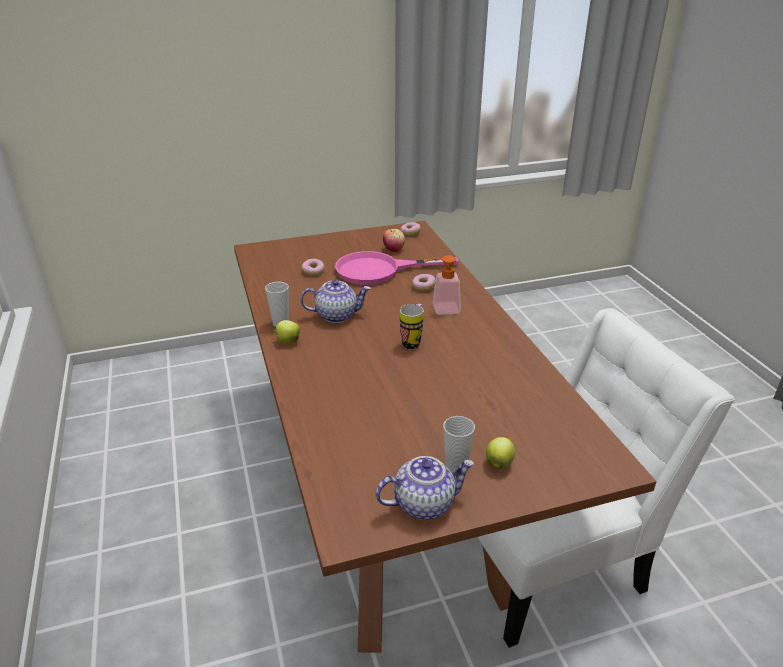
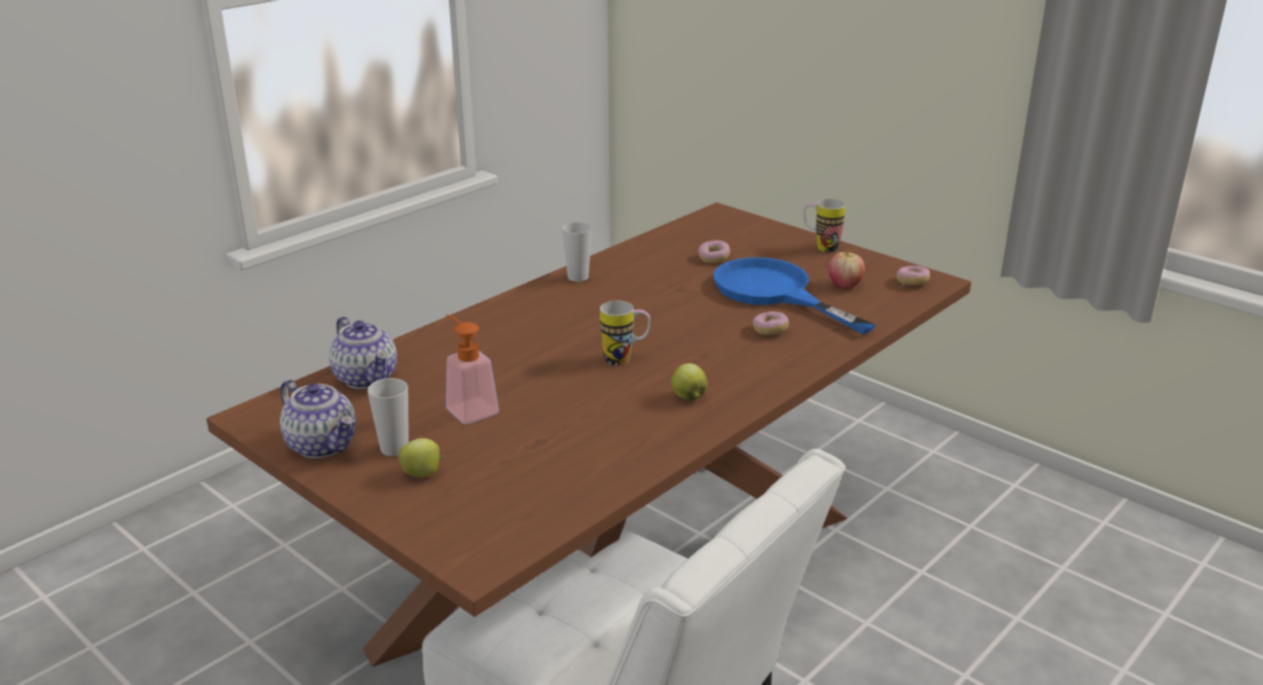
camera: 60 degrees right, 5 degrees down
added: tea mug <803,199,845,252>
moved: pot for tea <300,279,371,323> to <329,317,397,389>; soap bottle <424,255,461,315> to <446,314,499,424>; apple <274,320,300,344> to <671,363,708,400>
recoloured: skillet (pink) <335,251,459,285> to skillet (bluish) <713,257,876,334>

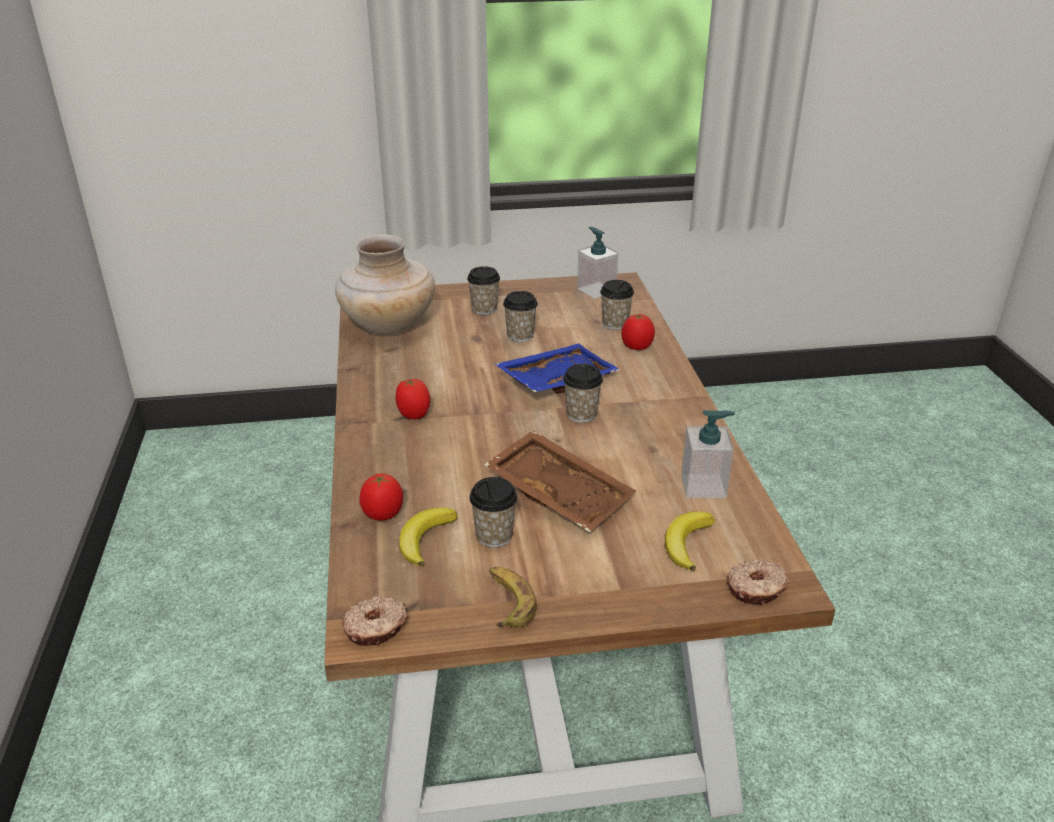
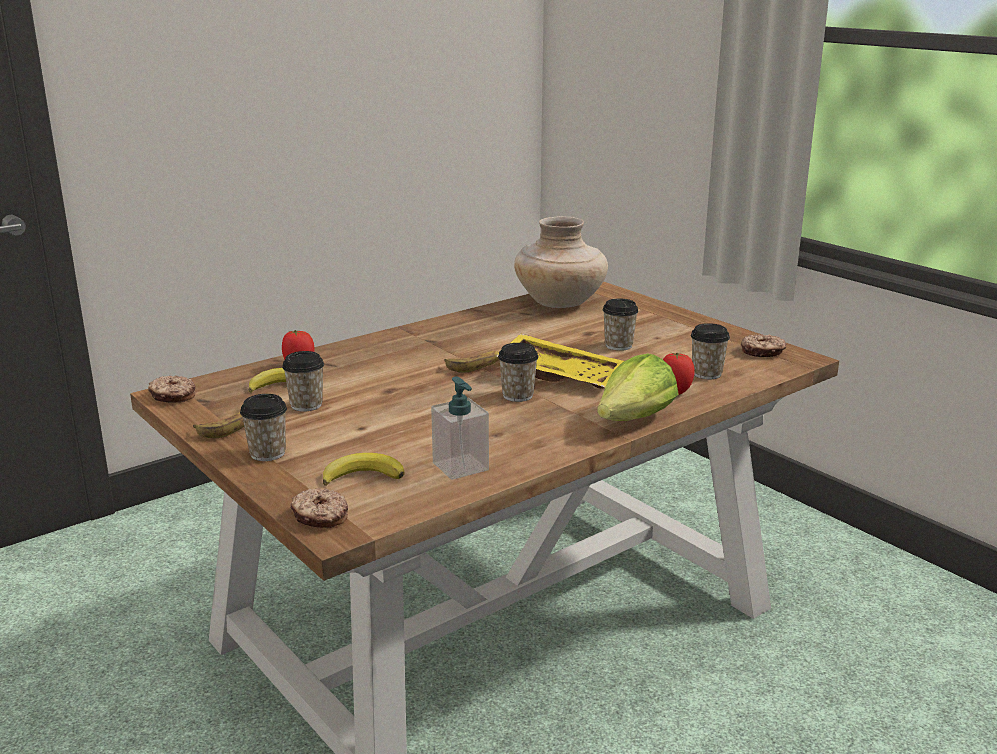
camera: 60 degrees right, 10 degrees down
removed: whole tomato <396,378,430,419>; carrying tray (brownish) <484,430,636,532>
added: whole banana <444,351,499,373>; head of lettuce <597,354,679,421>
moved: drinking cup <467,266,500,315> to <240,394,287,461>
replaced: soap bottle <577,227,618,298> to donut <741,334,786,357>
recoloured: carrying tray (bluish) <495,344,620,394> to carrying tray (yellow-coloured) <496,334,624,389>

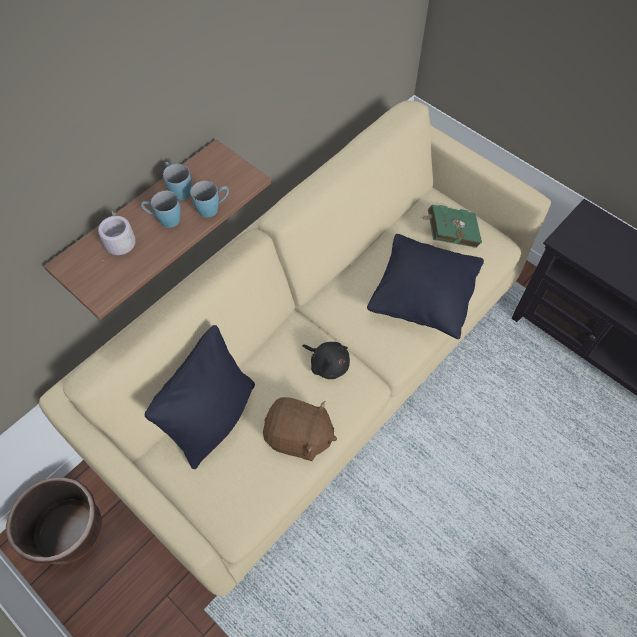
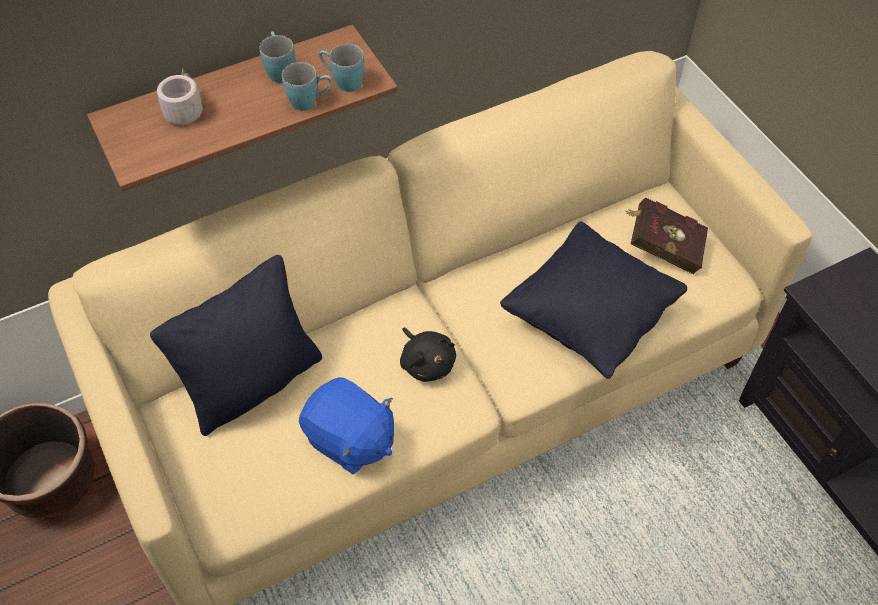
camera: 20 degrees right, 5 degrees down
moved: tea mug (bluish) <141,191,180,228> to <319,44,365,92>
recoloured: plush toy (brownish) <263,397,337,461> to plush toy (bluish) <299,377,394,474>; volume (green-coloured) <421,205,482,248> to volume (red) <625,198,708,274>

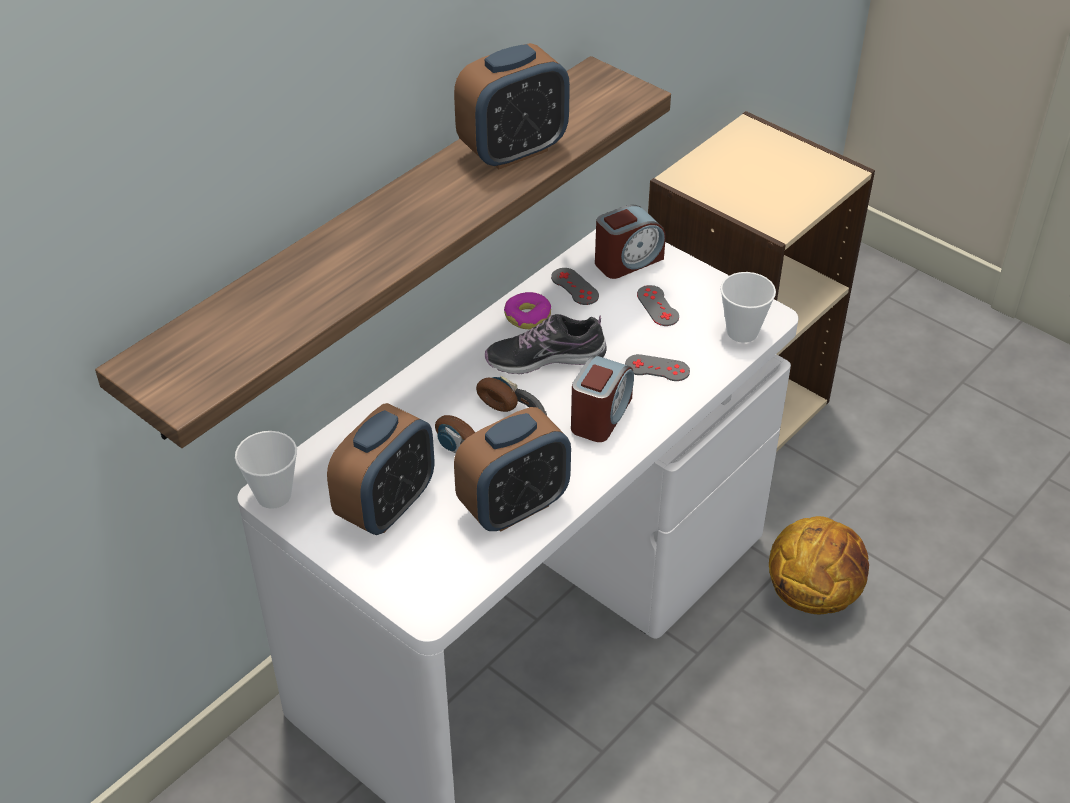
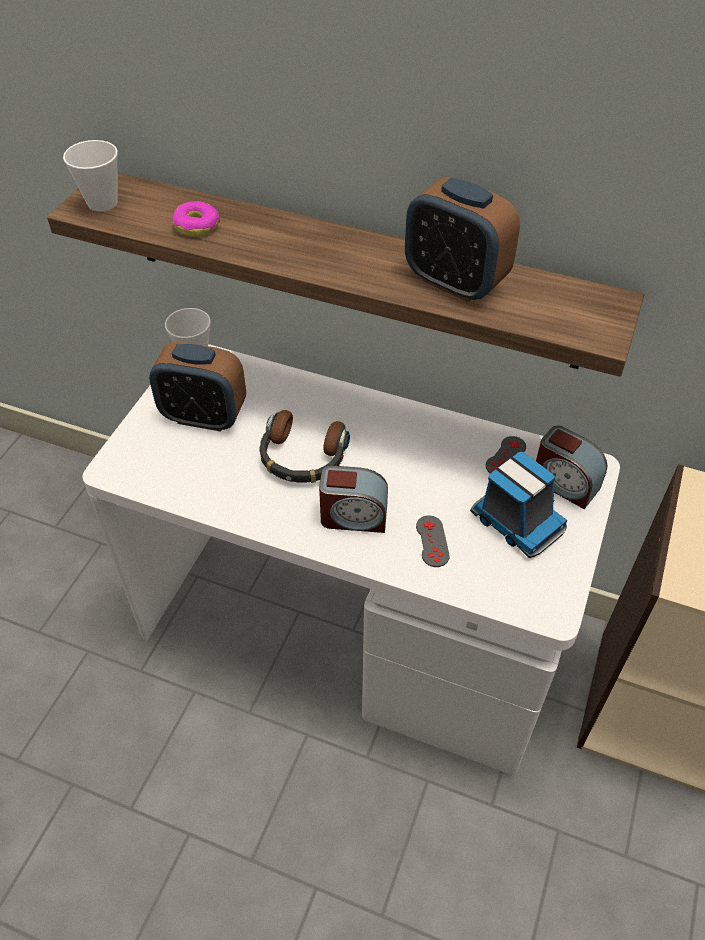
camera: 70 degrees right, 5 degrees up
removed: table clock <454,407,571,532>; low shoe <485,314,607,374>; basketball ball <769,516,869,614>
moved: drinking cup <720,272,776,343> to <63,140,118,212>; donut <504,292,551,329> to <172,201,220,237>
replaced: joypad (grey) <637,285,679,326> to model truck <470,452,567,558>

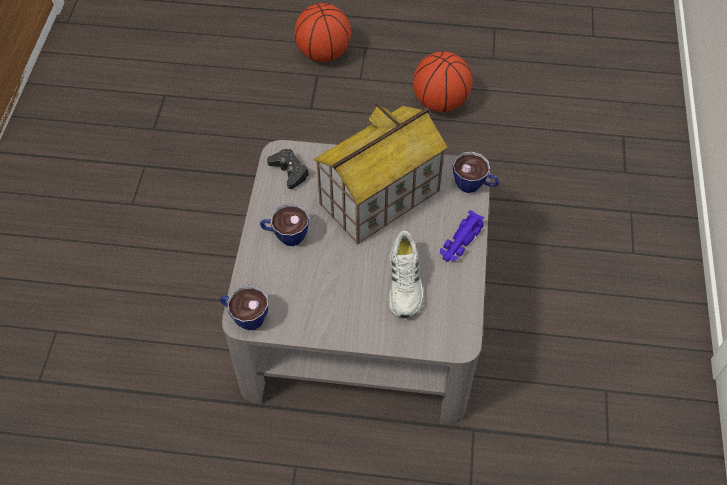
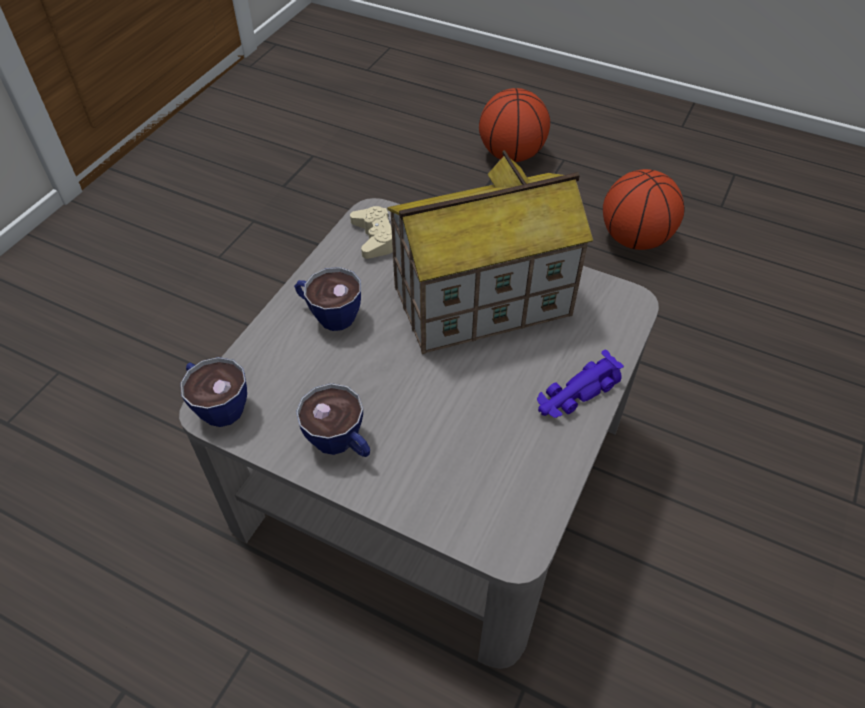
camera: 20 degrees right, 5 degrees down
removed: low shoe (whitish) <389,231,424,318>
moved: drinking cup <453,152,499,193> to <296,383,370,457>
recoloured: joypad (blackish) <267,149,309,189> to joypad (beige-coloured) <350,206,393,259>

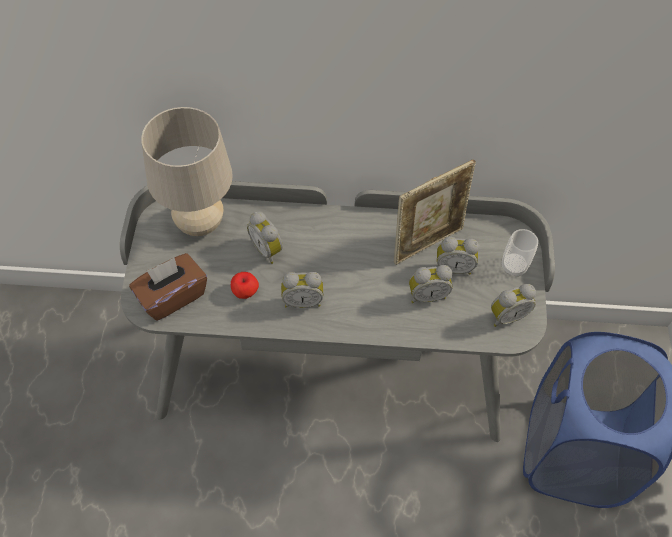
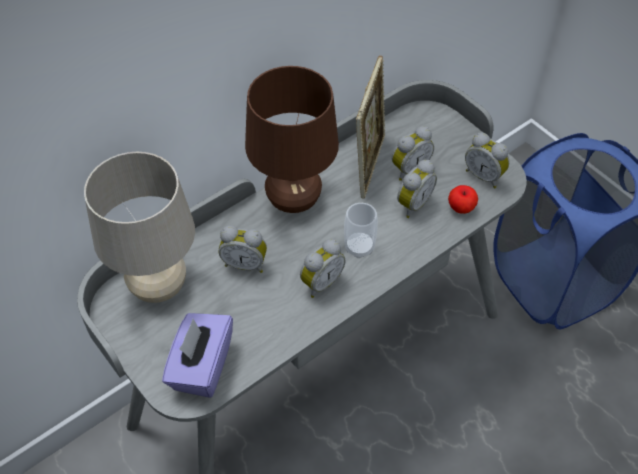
camera: 40 degrees left, 5 degrees down
added: table lamp (brownish) <245,66,339,213>
moved: drinking cup <502,229,538,277> to <344,203,378,258>; apple <231,272,259,299> to <448,185,478,214>
recoloured: tissue box (brownish) <129,253,207,321> to tissue box (purple-coloured) <162,313,233,398>
turned: table clock <491,284,536,327> = <465,133,509,188> 105 degrees clockwise

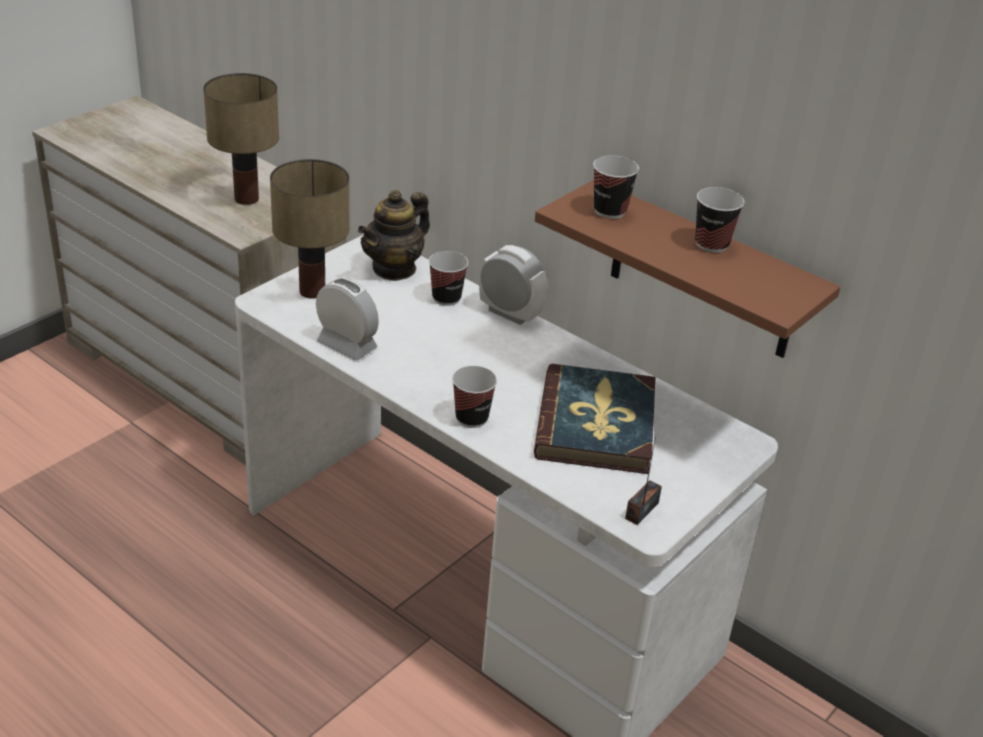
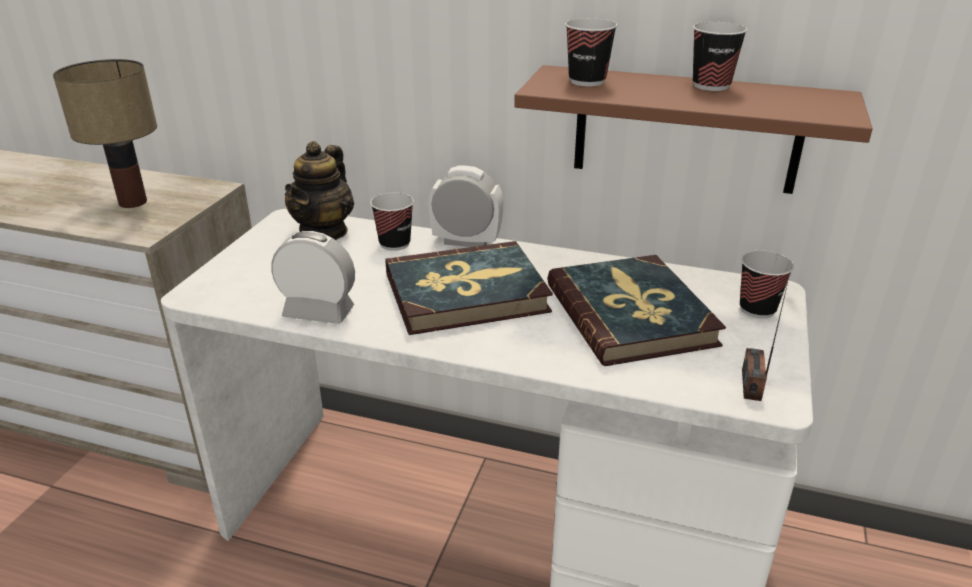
camera: 20 degrees left, 5 degrees down
removed: table lamp <270,159,349,299>
added: volume <385,241,553,335>
moved: drinking cup <452,366,497,428> to <740,251,794,319>

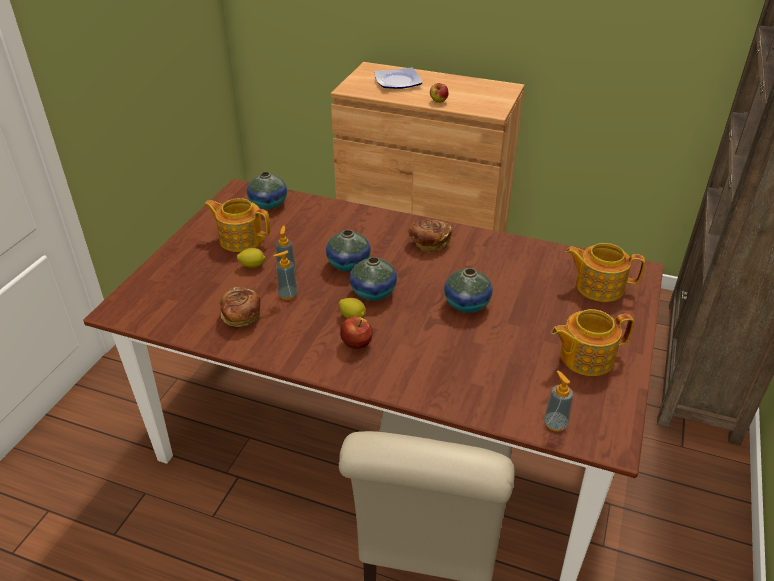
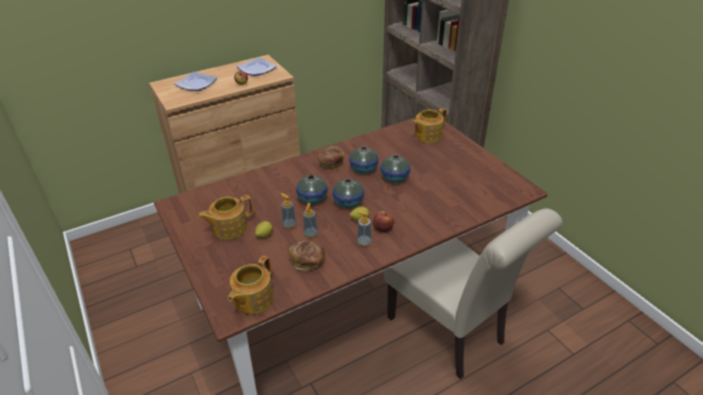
camera: 50 degrees left, 0 degrees up
added: flat dish <237,57,277,76>
moved: pot for tea <551,309,634,376> to <228,256,274,314>; flower vase <247,172,287,209> to <349,146,379,174>; soap bottle <544,371,573,432> to <357,211,372,246>

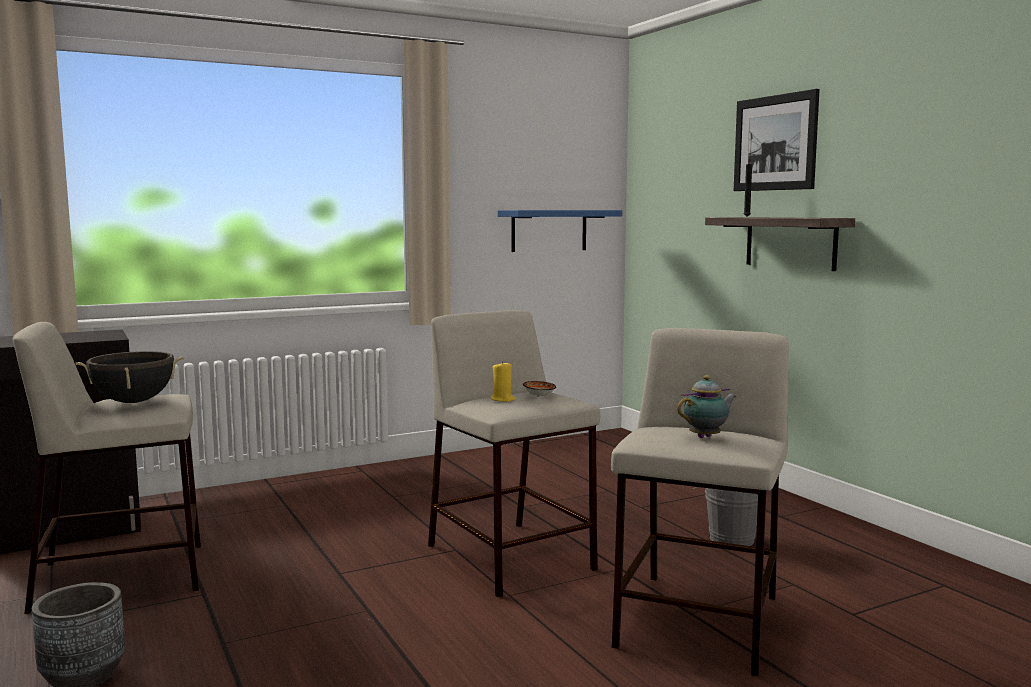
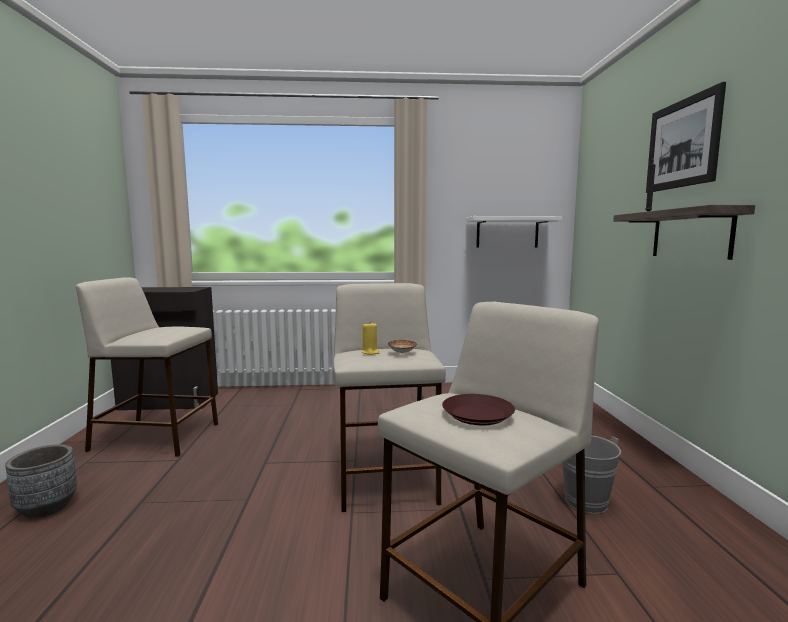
camera: 25 degrees right, 0 degrees up
removed: cooking pot (blackish) <75,351,184,403>
replaced: pot for tea <677,375,737,438> to flat dish (brownish) <442,394,515,425>
recoloured: shelf (bluish) <498,210,622,252> to shelf (whitish) <466,216,563,248>

